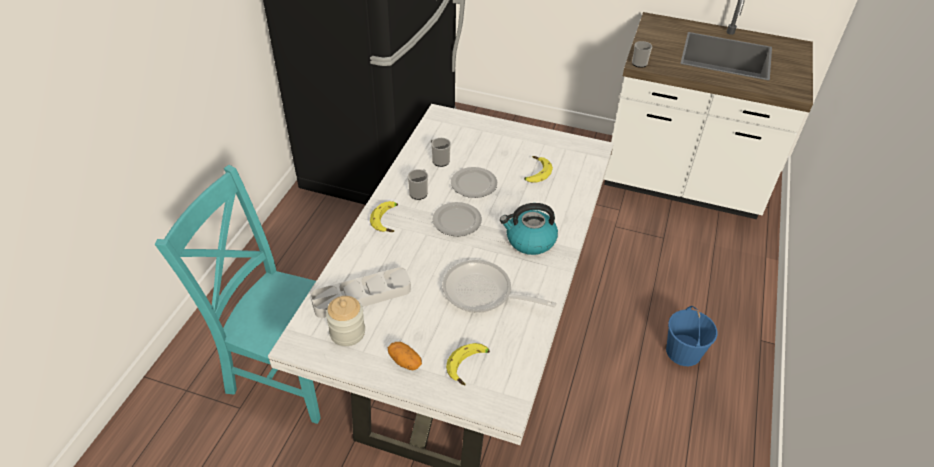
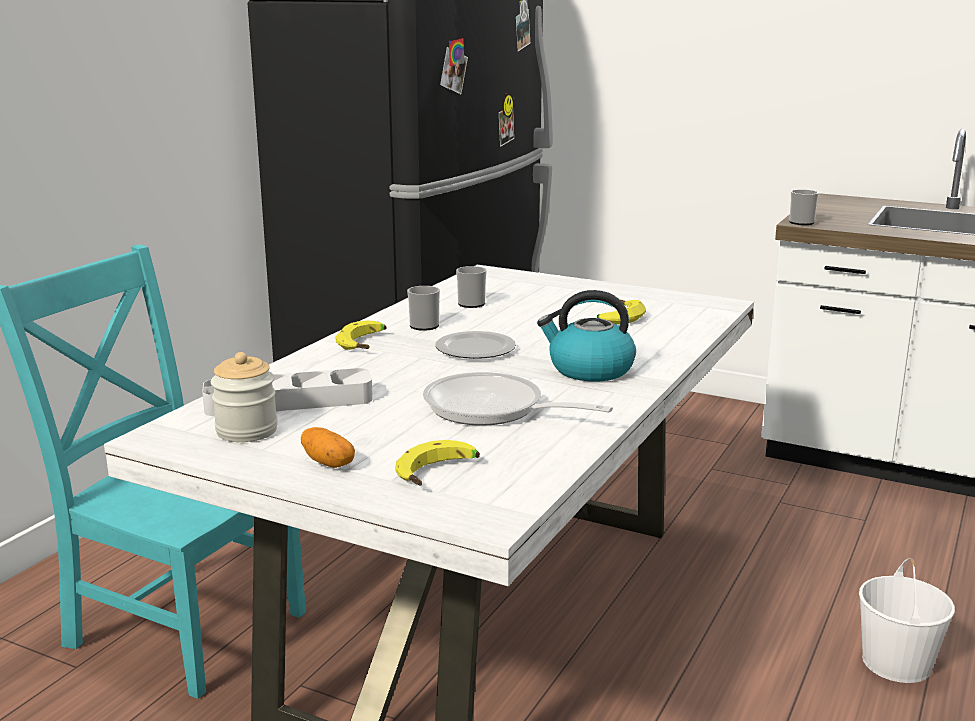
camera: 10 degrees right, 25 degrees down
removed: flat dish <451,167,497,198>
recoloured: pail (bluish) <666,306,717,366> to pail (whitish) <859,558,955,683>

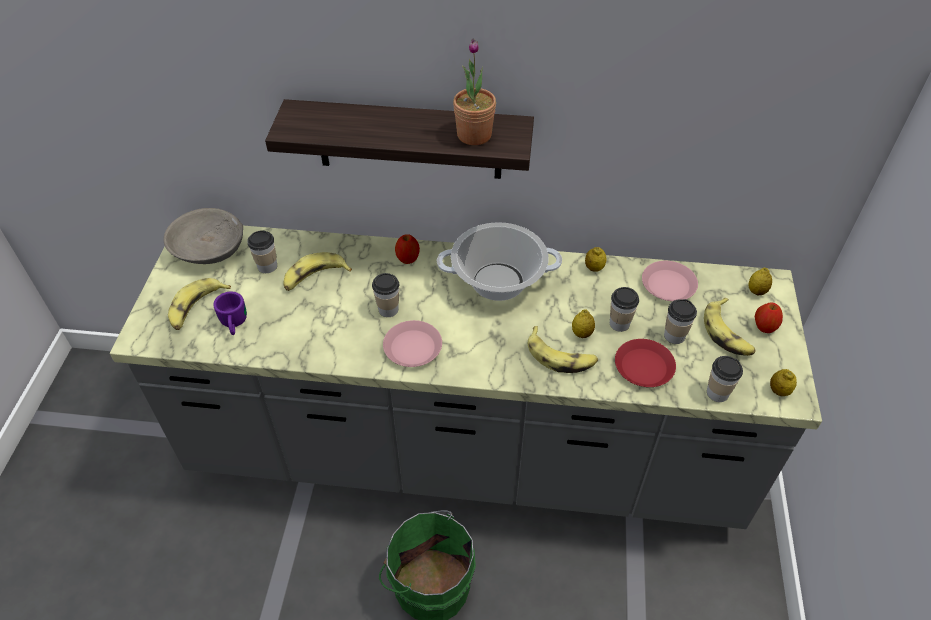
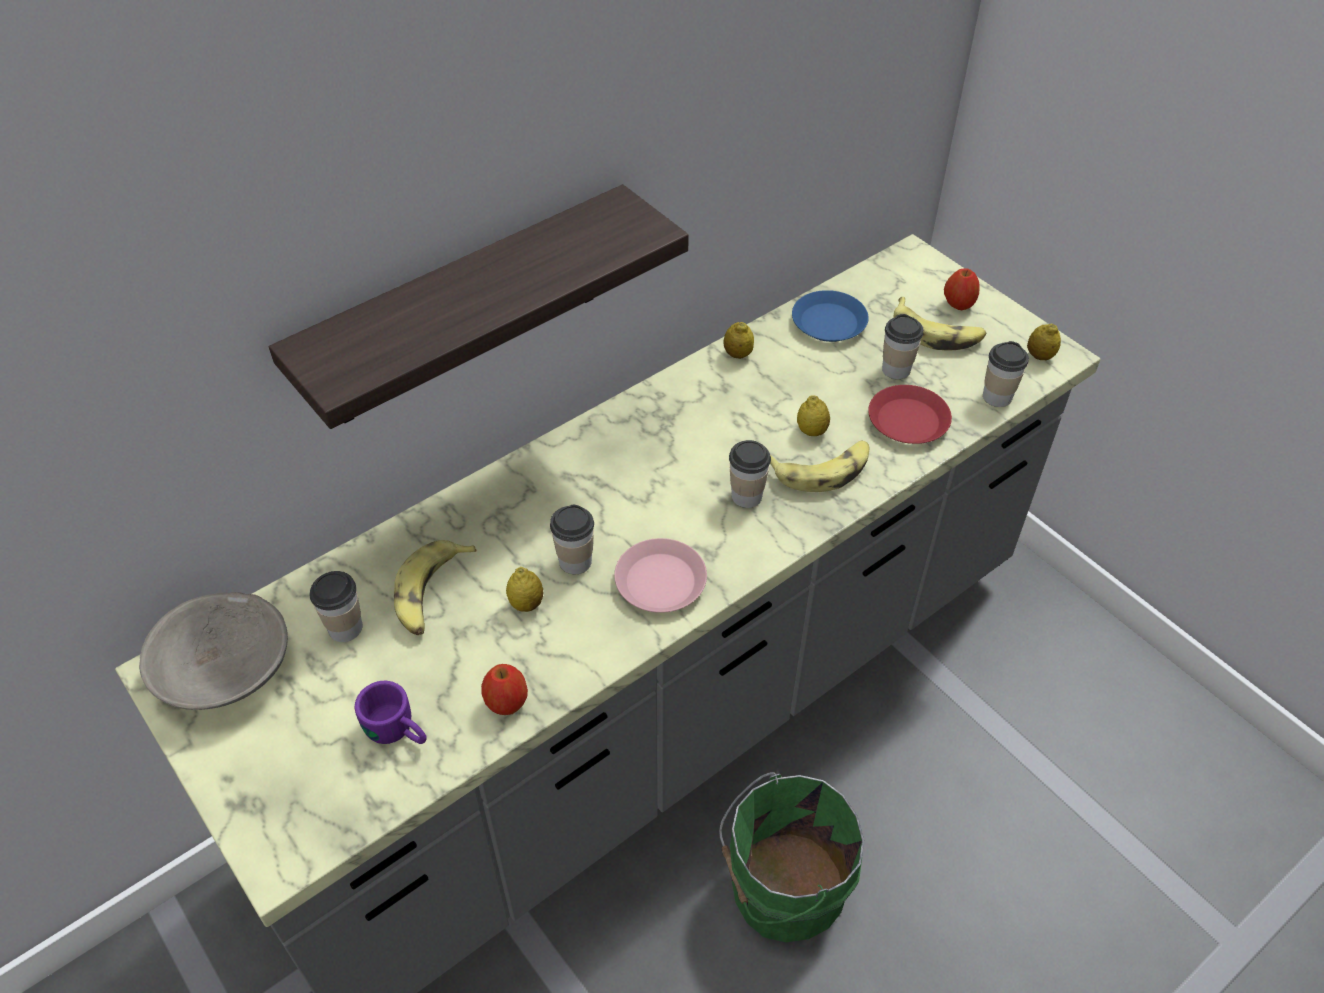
camera: 45 degrees left, 0 degrees up
removed: whole banana <168,278,231,330>; cooking pot <437,222,562,301>; plant in a pot <453,39,496,145>
moved: apple <395,234,420,264> to <481,664,528,715>; citrus fruit <748,268,772,295> to <506,567,543,612>; drinking cup <610,287,639,332> to <729,440,771,508>
recoloured: flat dish (pink) <642,261,698,301> to flat dish (bluish) <792,290,869,342>

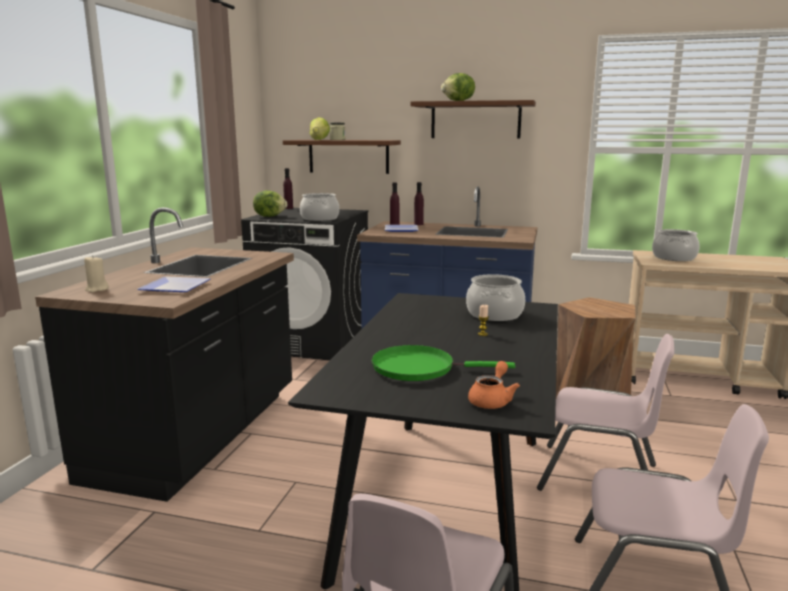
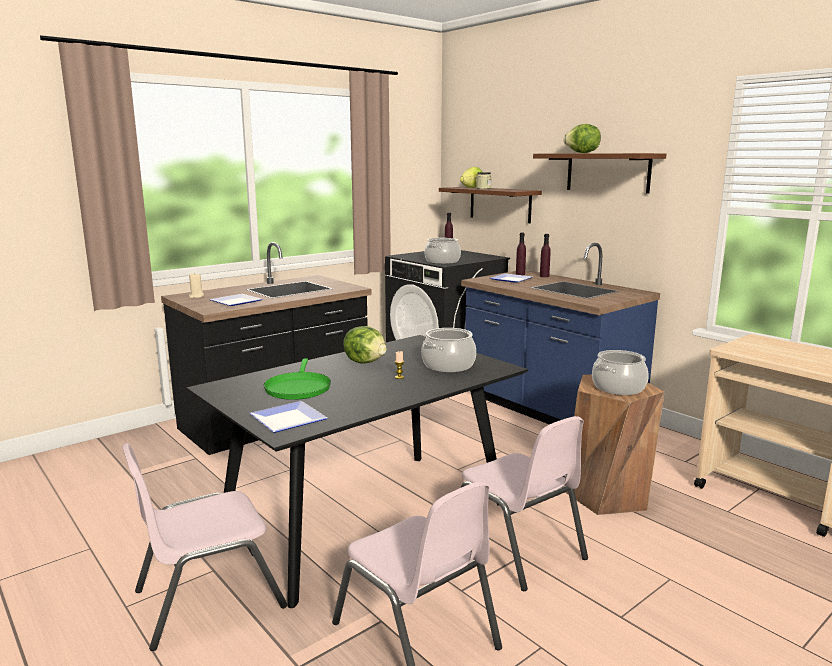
camera: 35 degrees right, 0 degrees up
moved: head of lettuce <253,190,287,217> to <343,326,387,364>; cooking pot <652,229,699,261> to <592,350,649,395>
replaced: pot for tea (orangey) <468,361,520,409> to flat dish <250,401,327,433>
turned: skillet (green-coloured) <371,345,515,381> = <263,358,331,400> 135 degrees counterclockwise

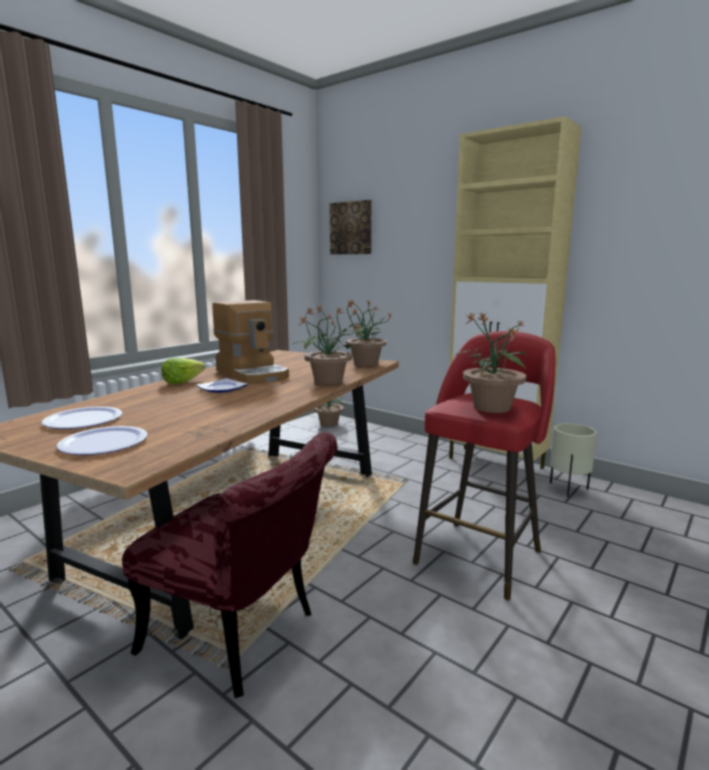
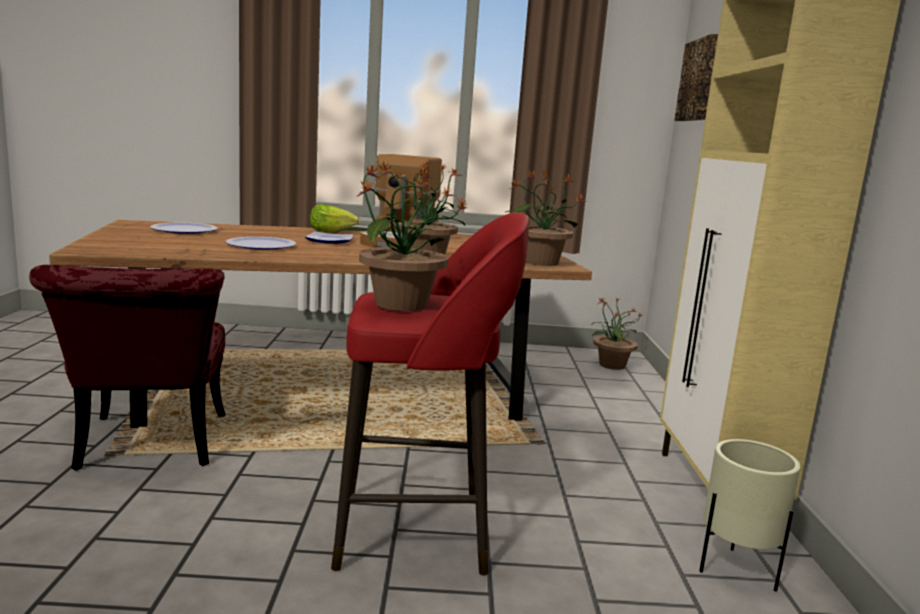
camera: 50 degrees right, 0 degrees up
moved: flat dish <56,426,147,455> to <226,237,296,250>

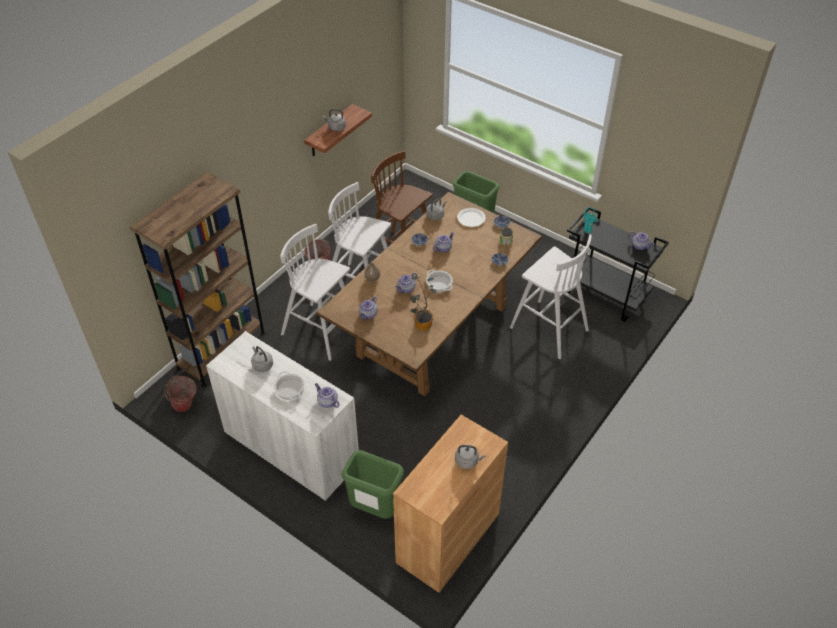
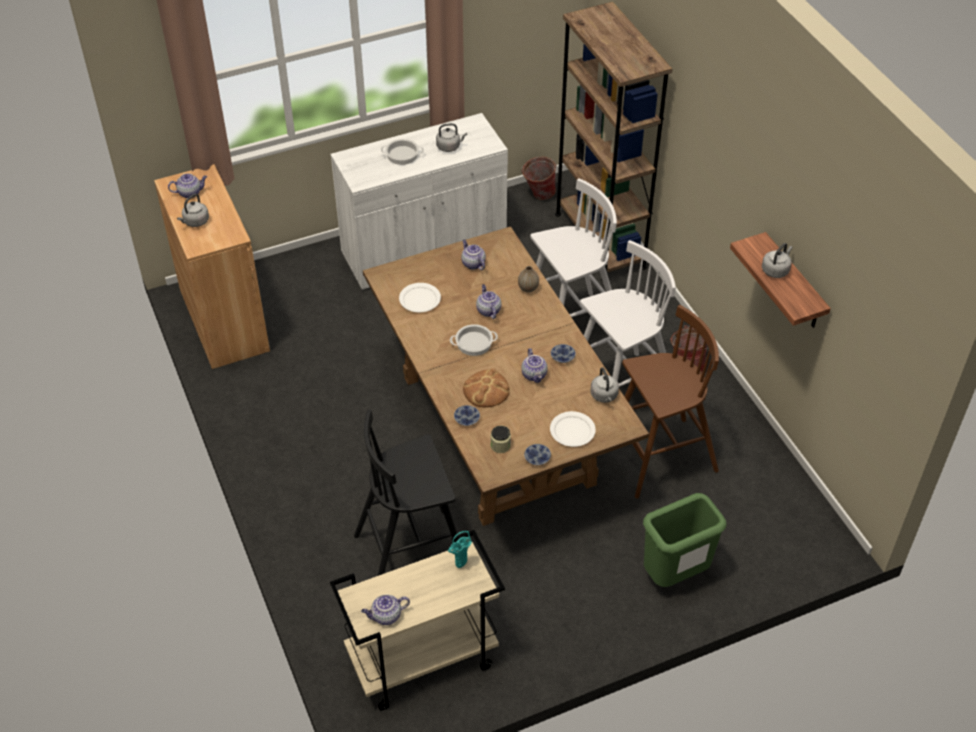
camera: 120 degrees right, 0 degrees up
removed: trash can (green-coloured) <341,450,404,519>
added: bread <463,368,510,407>
moved: pot for tea <315,383,340,408> to <168,173,207,198>
replaced: plant in a pot <410,276,437,330> to flat dish (whitish) <399,283,441,312>
recoloured: cart (blackish) <567,207,669,322> to cart (beige-coloured) <330,530,505,710>; sitting stool (whitish) <510,235,592,359> to sitting stool (blackish) <354,410,458,576>

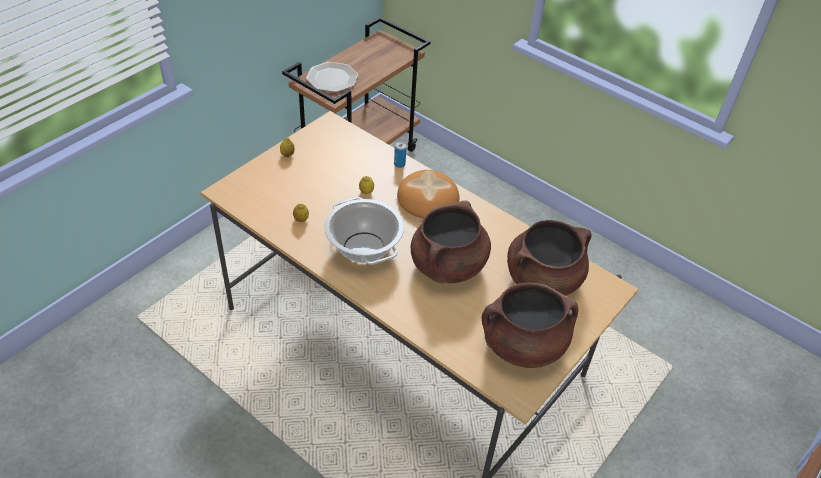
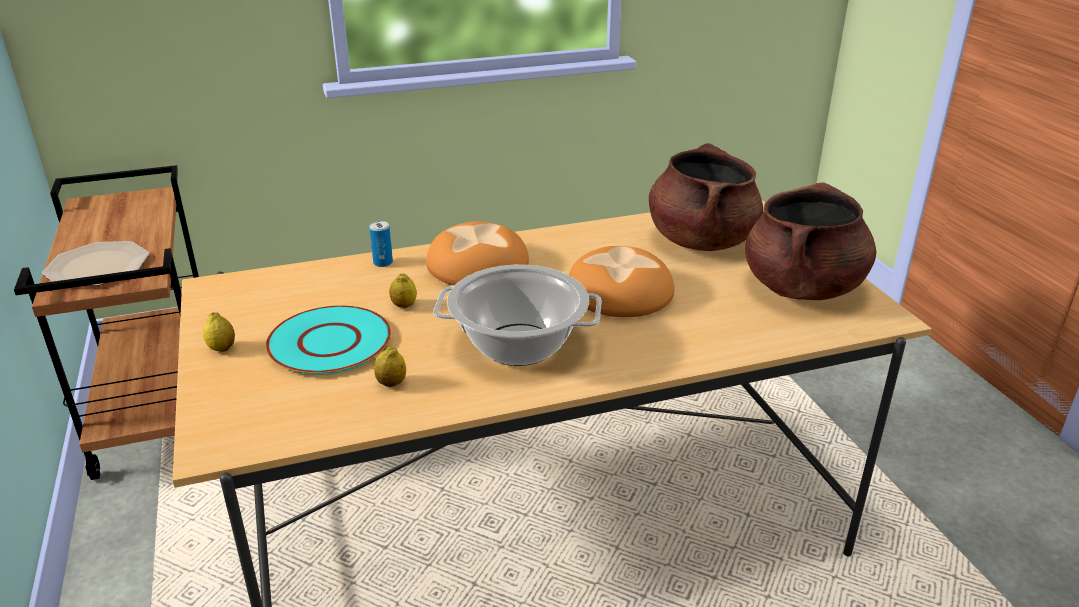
camera: 55 degrees left, 15 degrees down
added: flat dish (turquoise-coloured) <266,305,391,375>
replaced: cooking pot (brownish) <411,200,491,284> to bread <569,246,674,317>

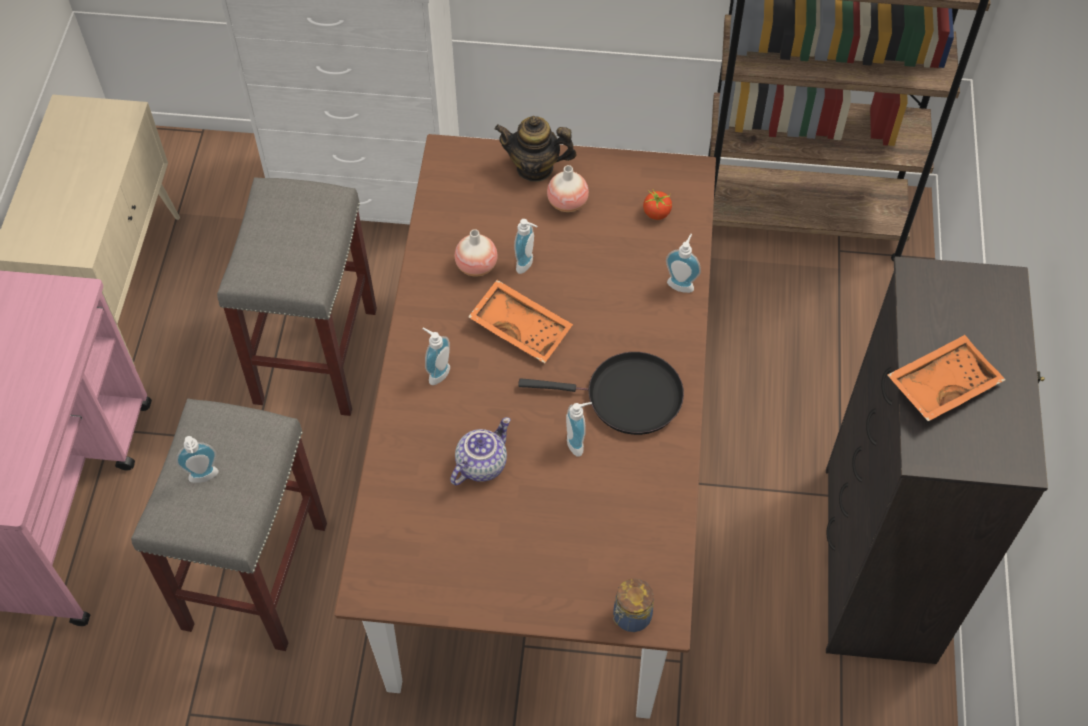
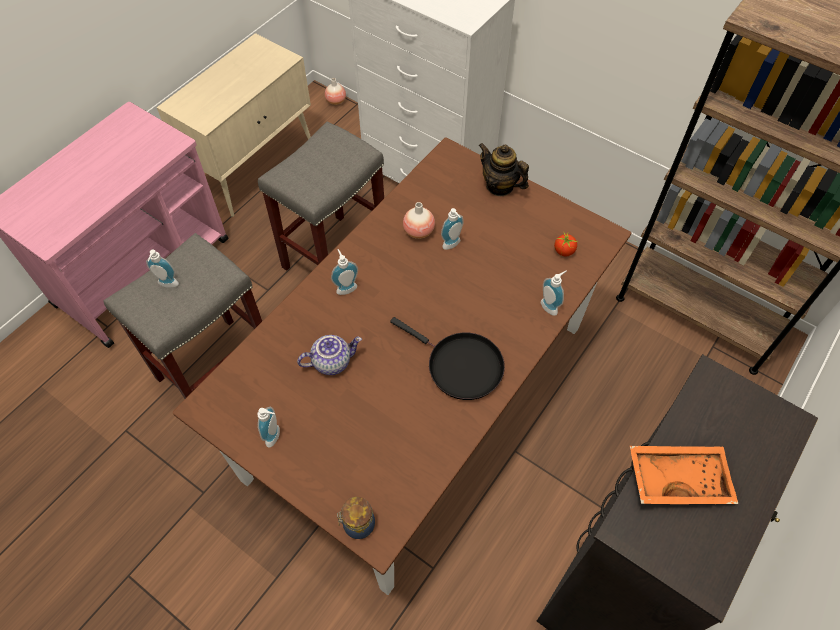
camera: 30 degrees right, 0 degrees up
removed: carrying tray (orangey) <468,280,573,363>
moved: soap bottle <566,402,592,457> to <257,407,280,448>; flower vase <547,165,589,212> to <325,78,346,105>

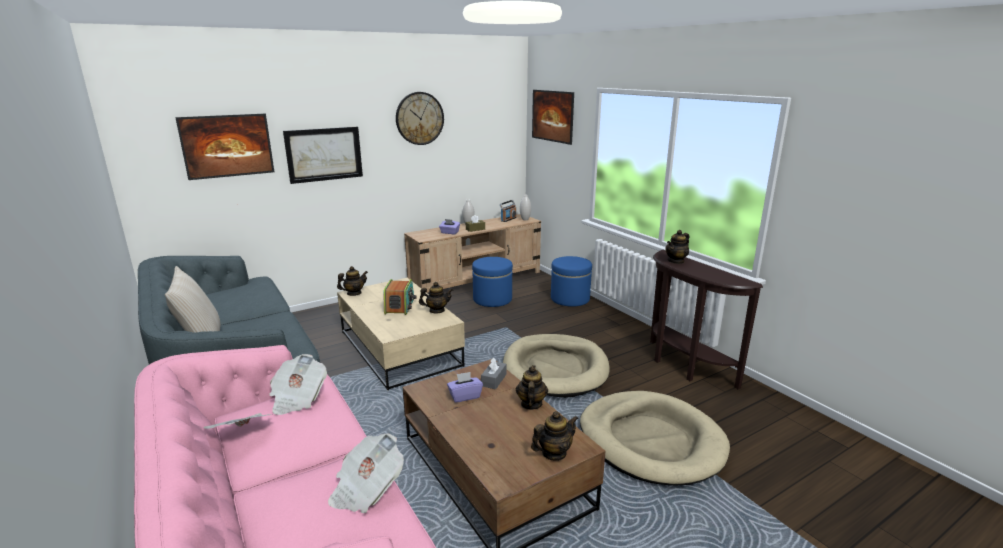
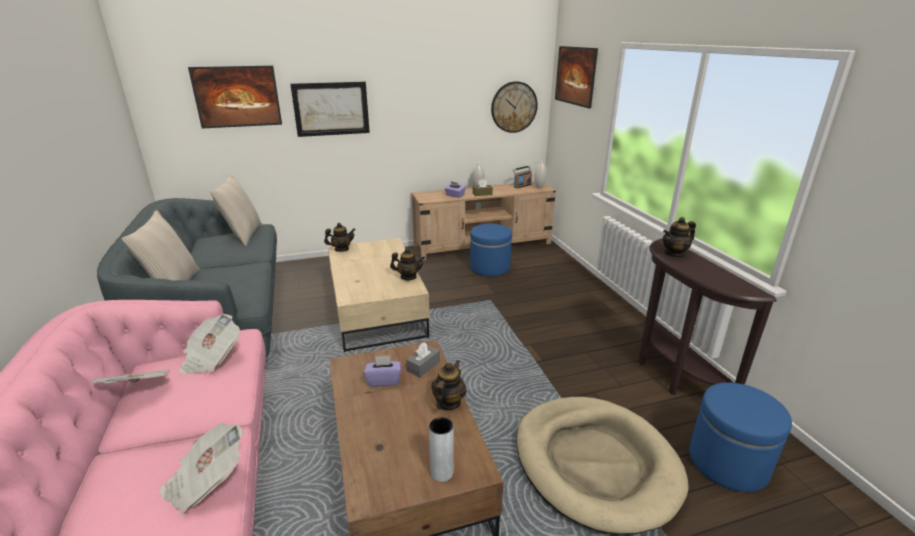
camera: 15 degrees right, 5 degrees up
removed: radio receiver <383,279,417,315>; dog bed (beige-coloured) <503,334,610,398>
added: pillow (beige-coloured) <210,174,262,246>
moved: clock on the wall <396,92,444,145> to <491,81,538,133>; pouffe (bluish) <551,256,592,307> to <689,382,792,492>
replaced: pot for tea <531,411,579,461> to flower vase (grey) <429,417,454,482>

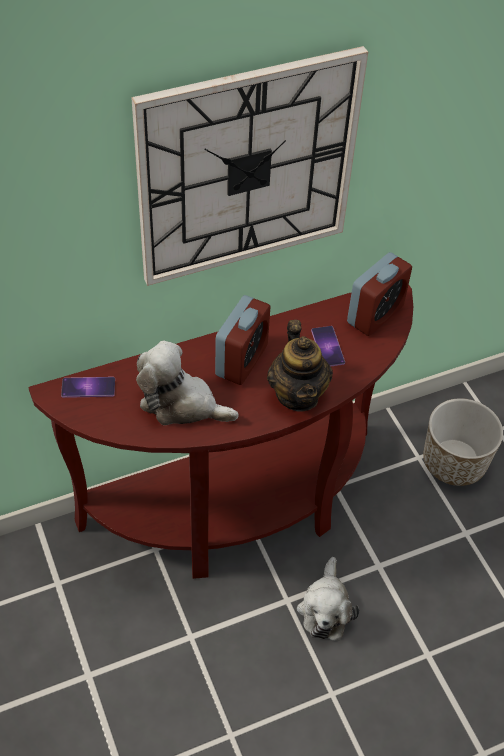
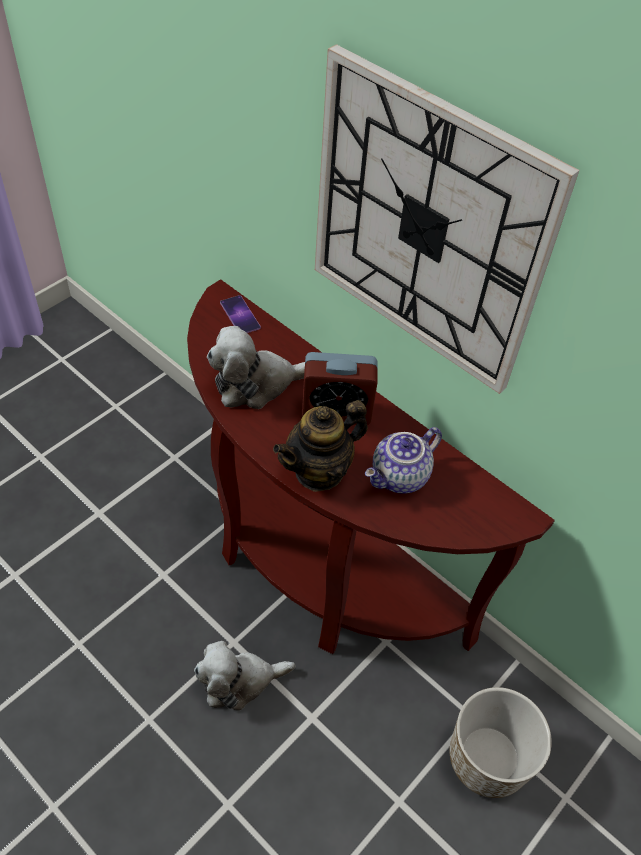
camera: 65 degrees right, 0 degrees up
removed: table clock <347,252,412,336>
replaced: telephone <311,326,345,367> to pot for tea <365,427,442,494>
turned: plush toy <136,341,239,425> = <207,326,305,409> 105 degrees counterclockwise

